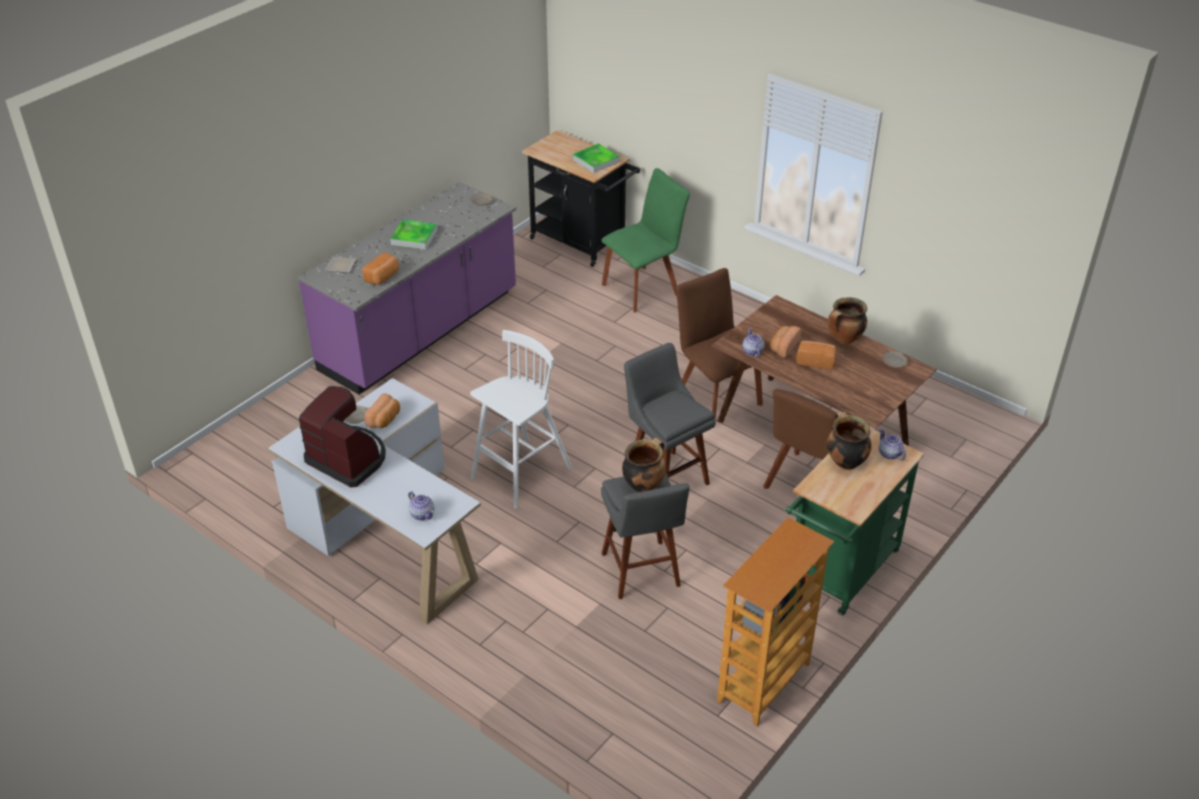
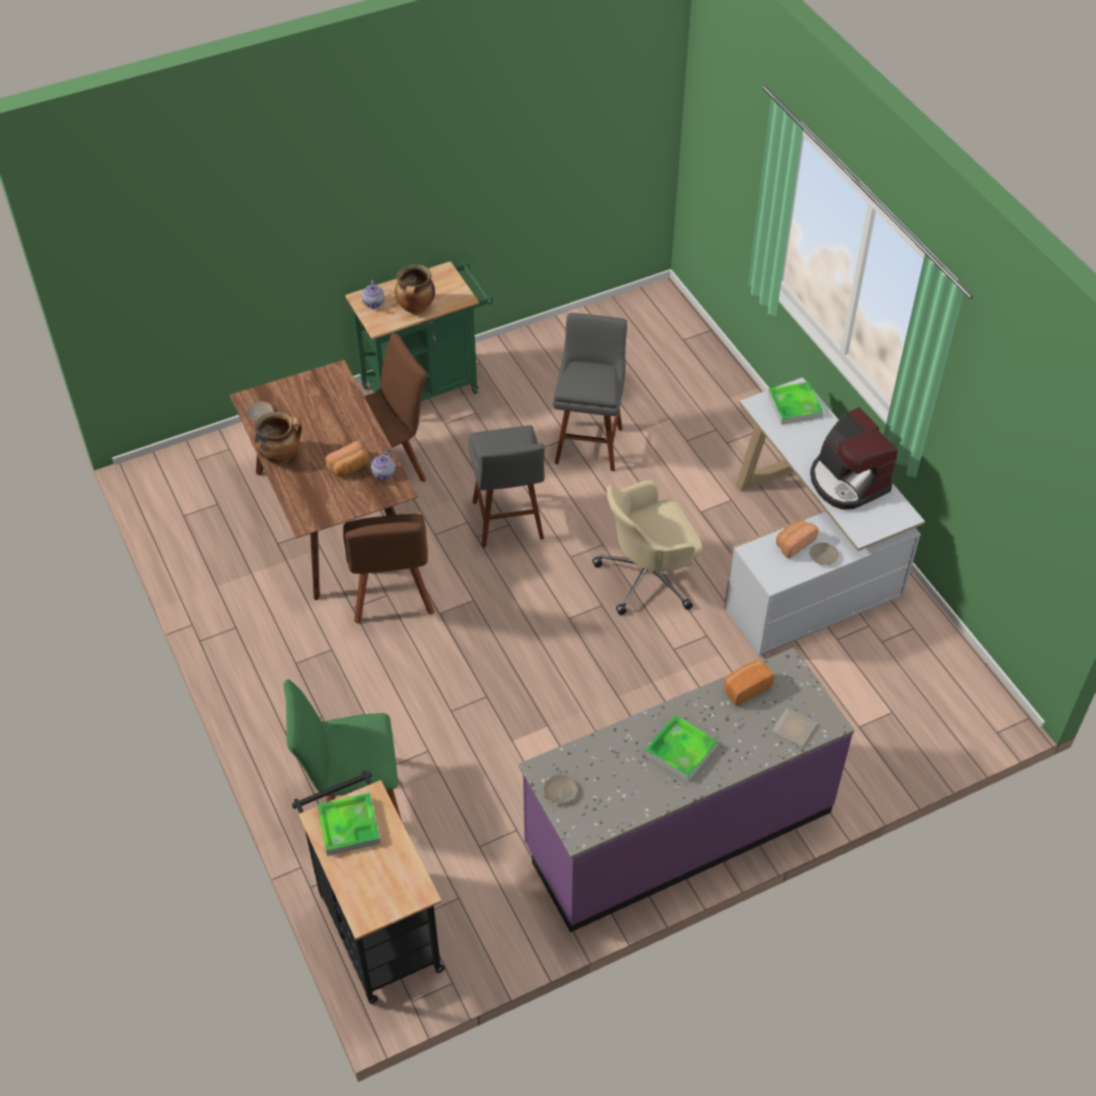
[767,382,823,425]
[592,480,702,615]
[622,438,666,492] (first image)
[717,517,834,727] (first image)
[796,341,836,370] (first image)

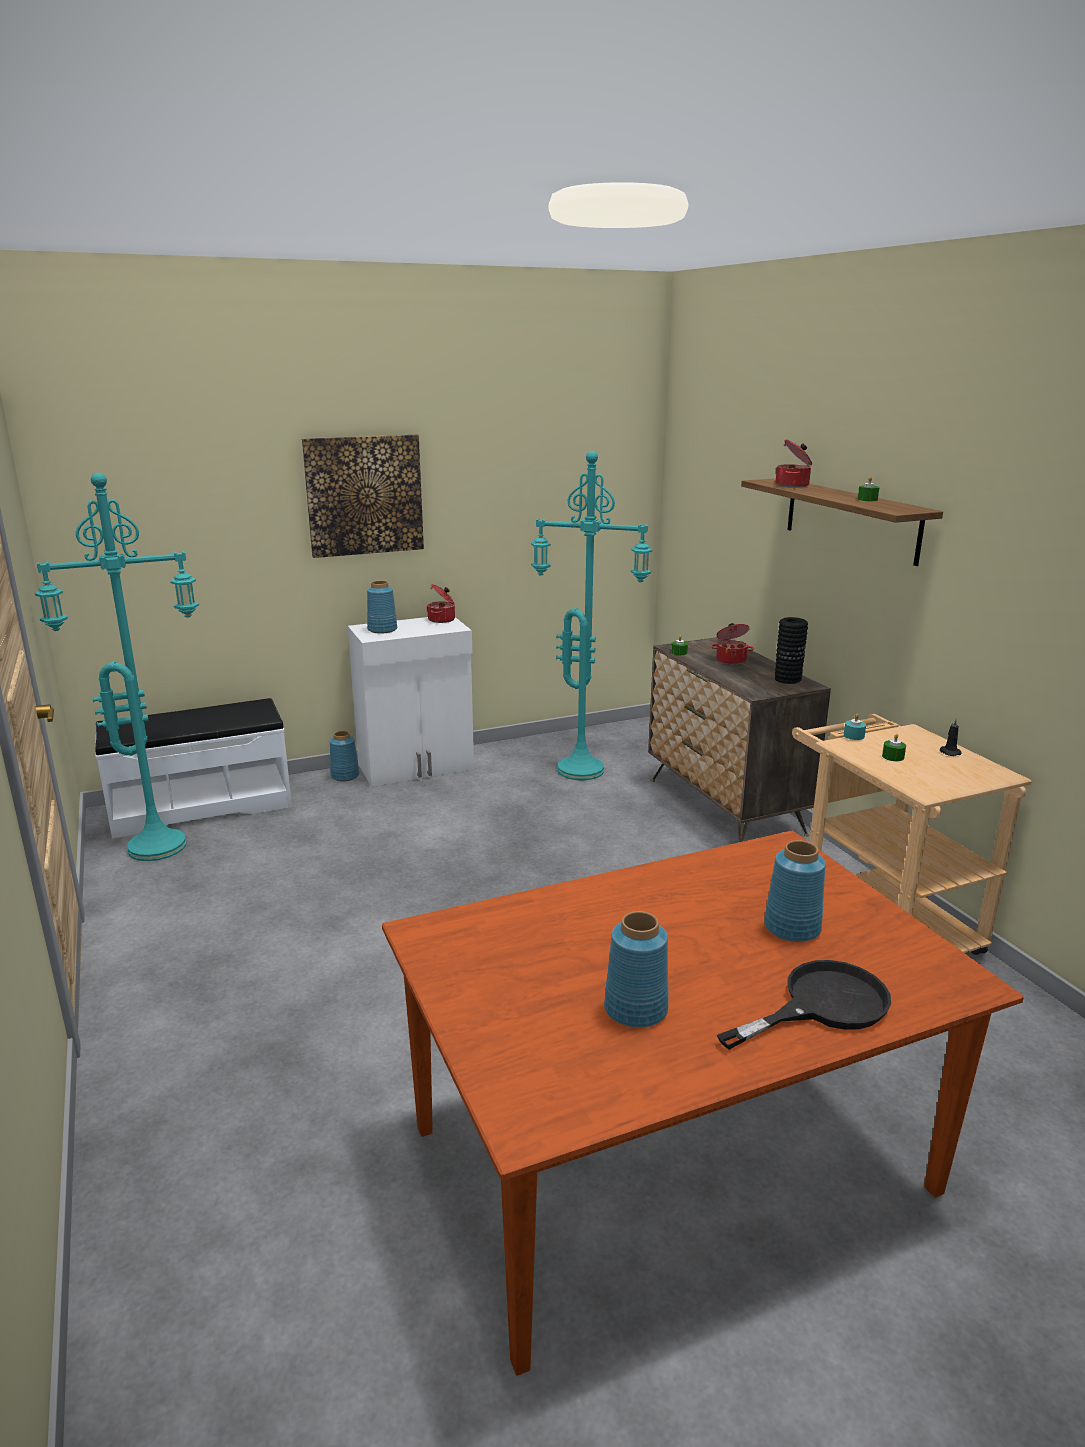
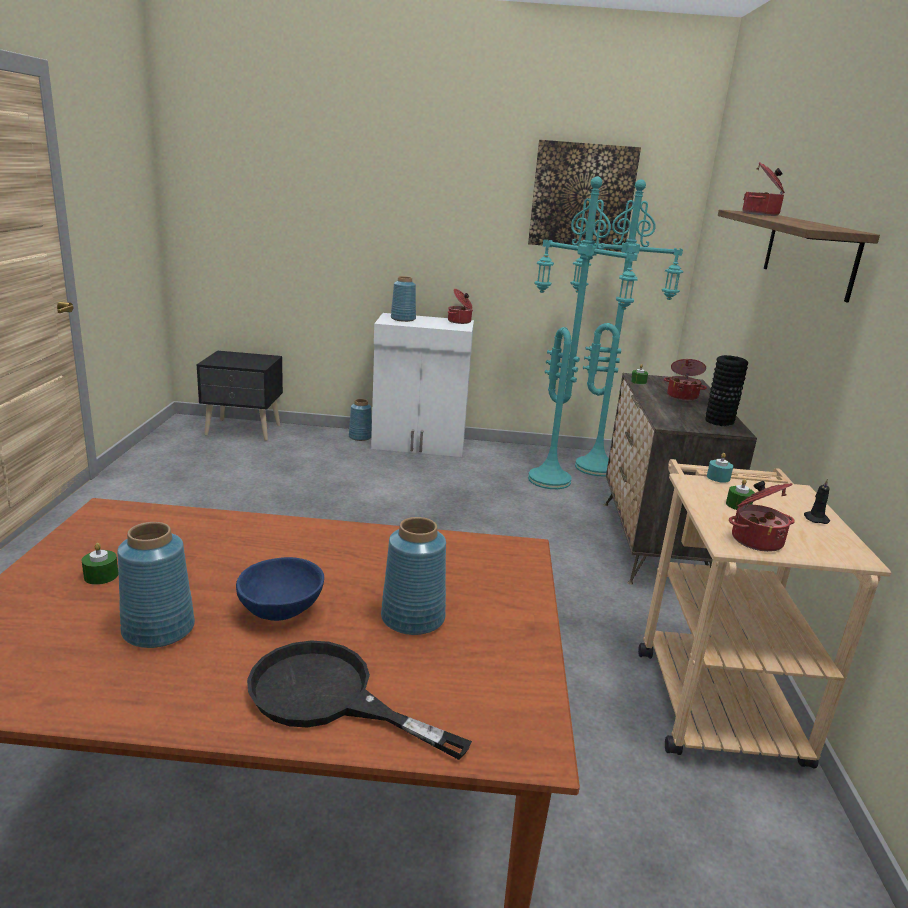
[570,179,683,476]
[197,351,283,441]
[528,140,641,252]
[247,641,472,760]
[82,543,118,585]
[236,557,324,621]
[729,481,795,552]

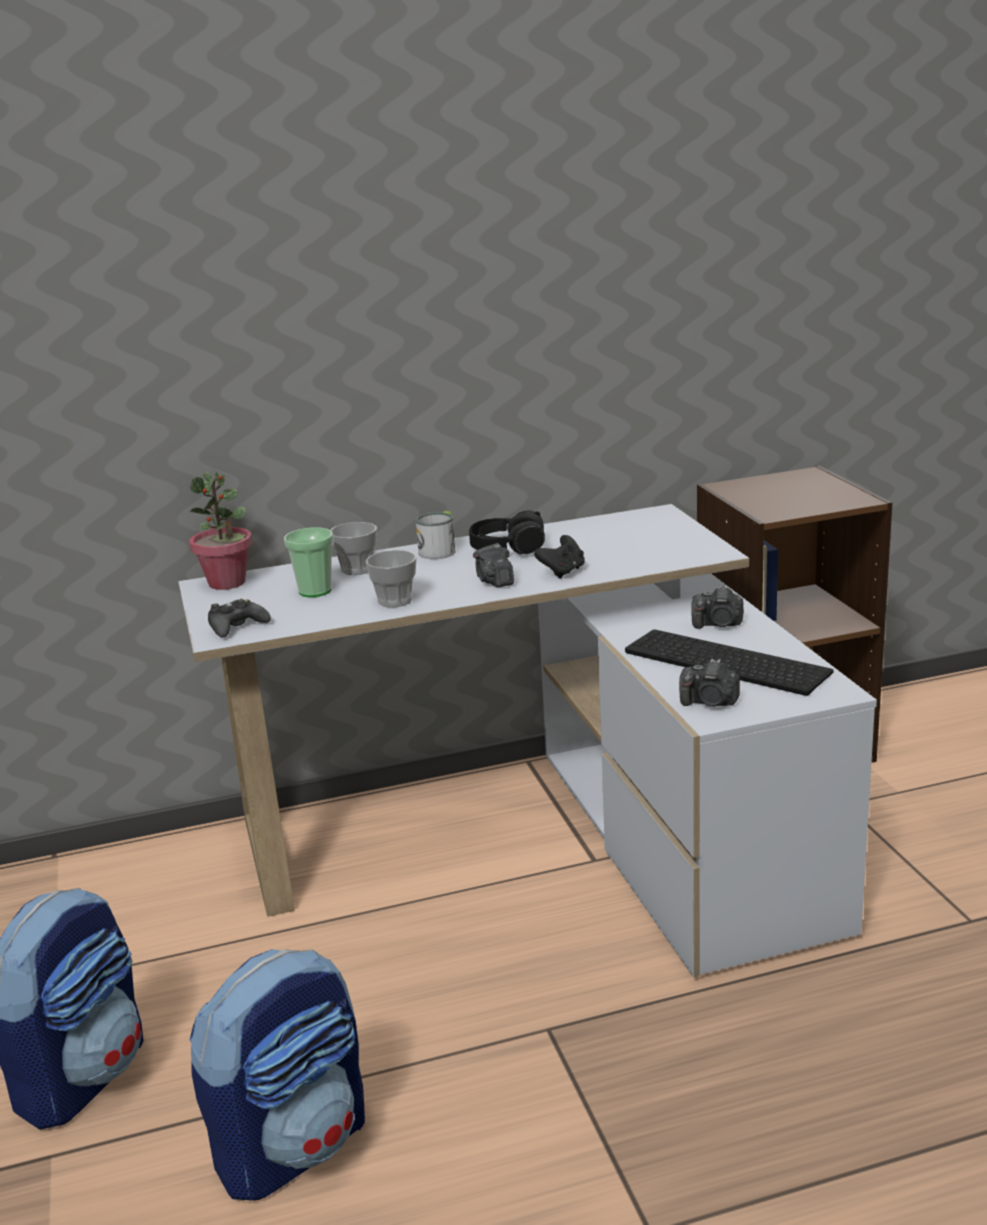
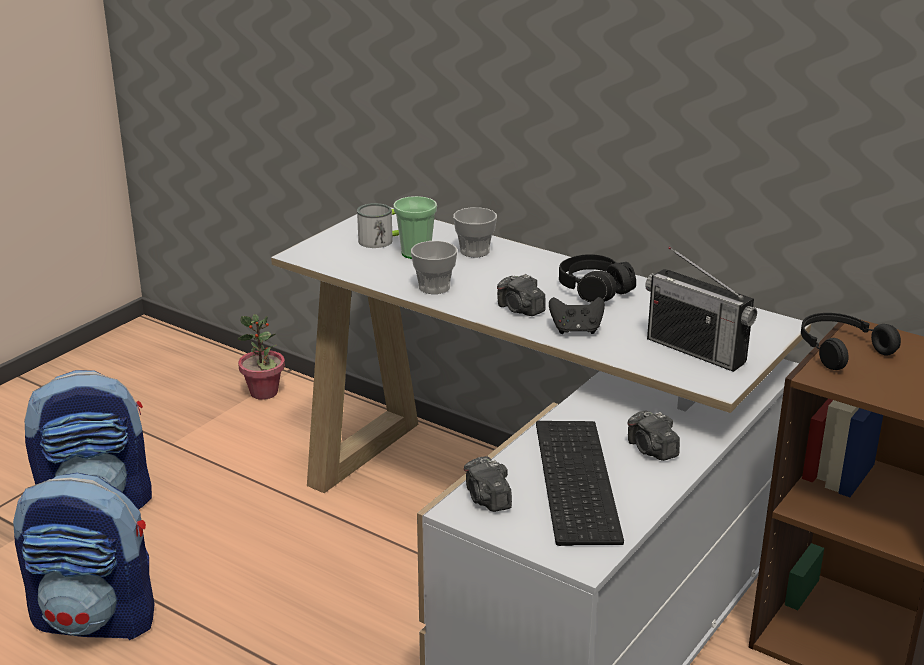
[238,314,285,400]
[208,599,271,638] (first image)
[357,203,399,248]
[497,274,546,316]
[645,247,757,372]
[801,313,901,370]

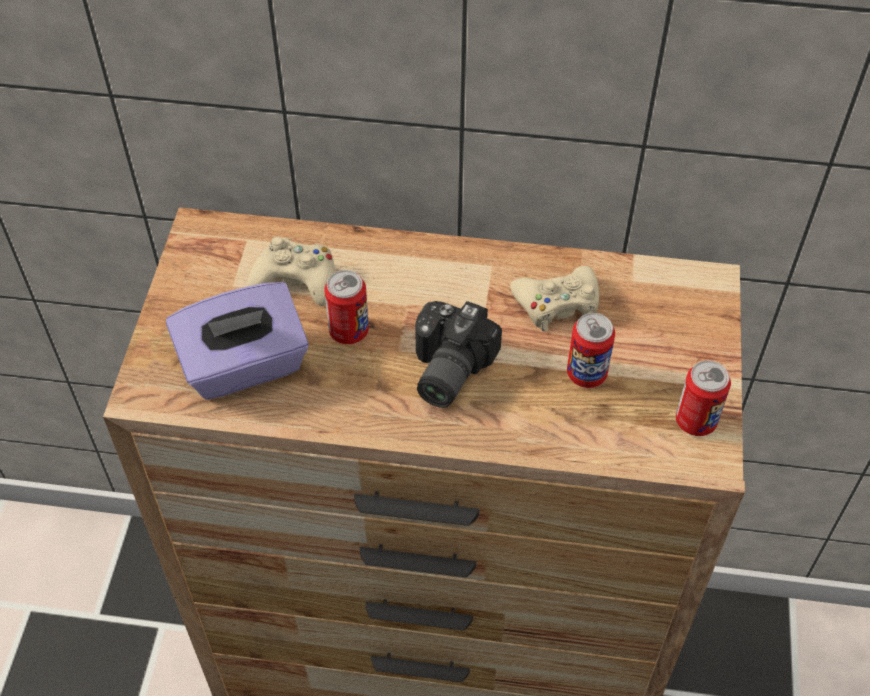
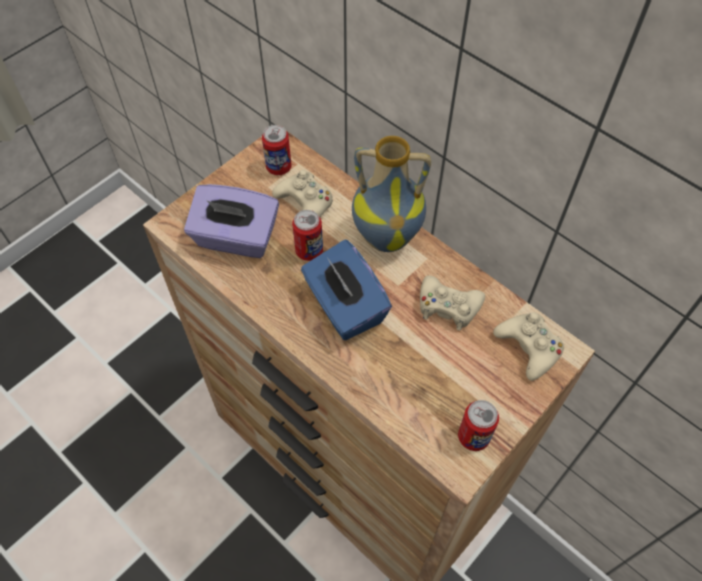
[301,239,392,340]
[262,125,291,175]
[352,136,431,252]
[493,312,564,381]

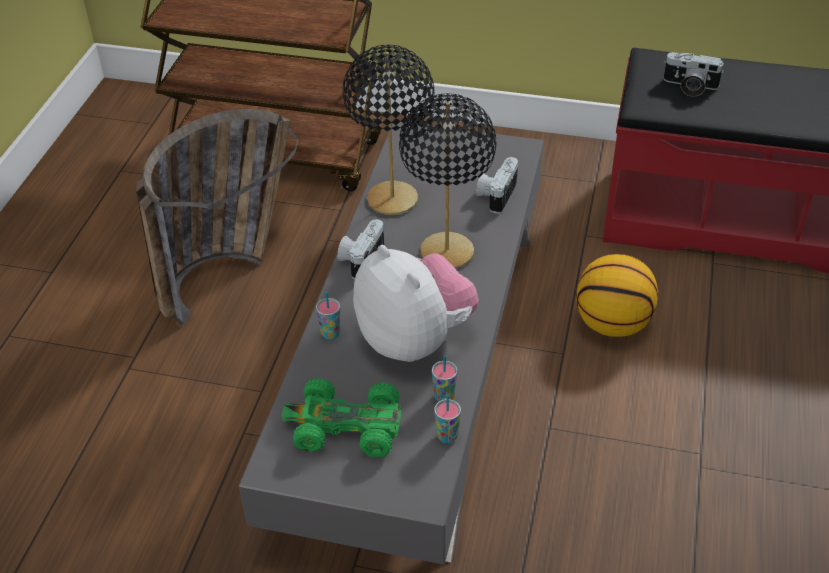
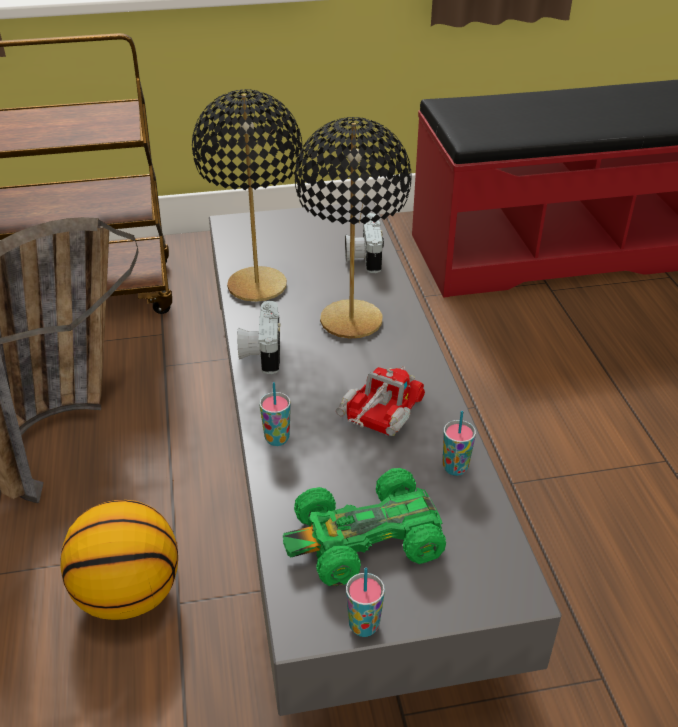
[336,366,425,436]
[346,567,385,637]
[61,500,178,620]
[663,52,724,97] (first image)

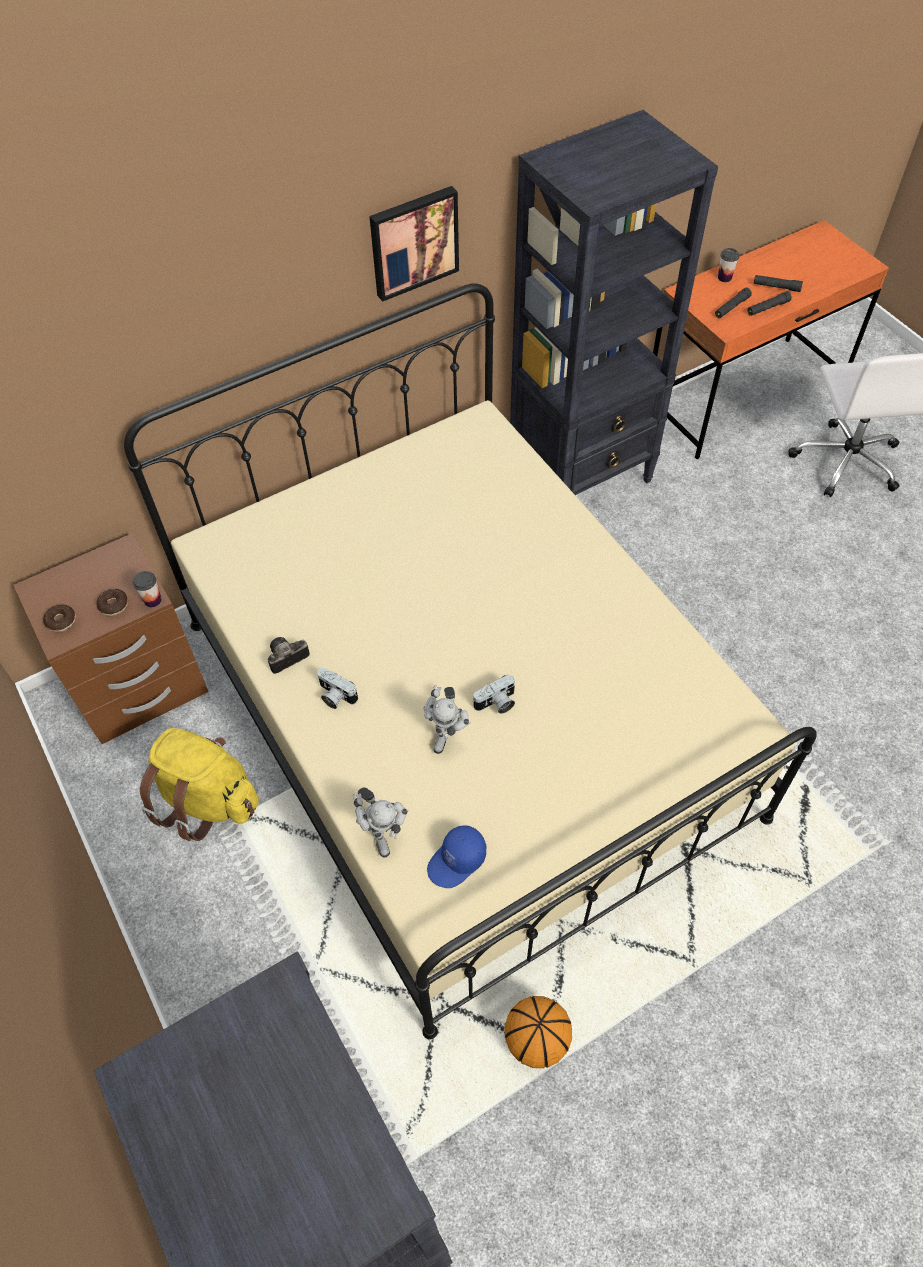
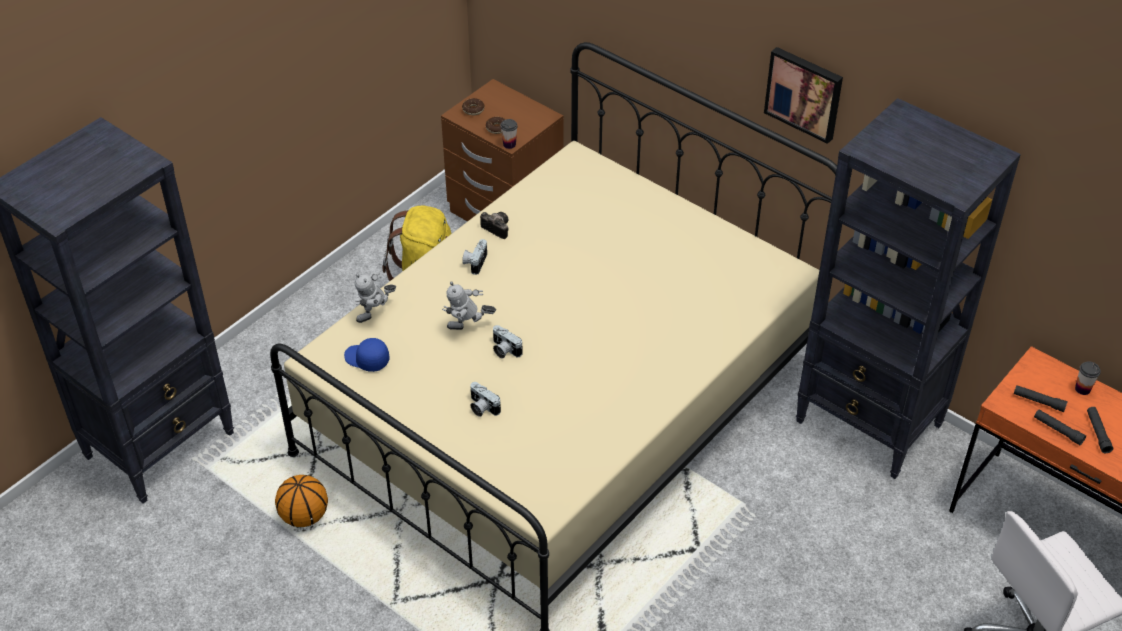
[470,382,501,417]

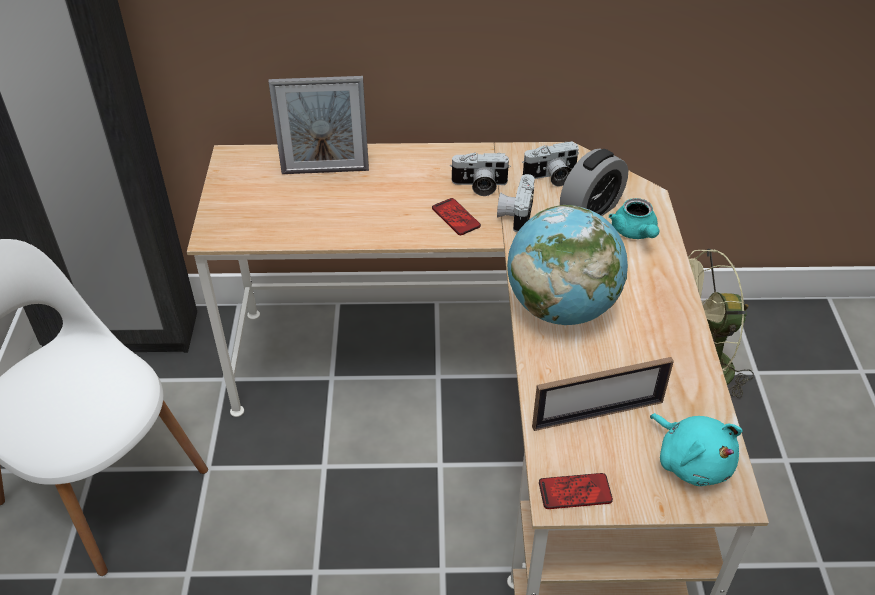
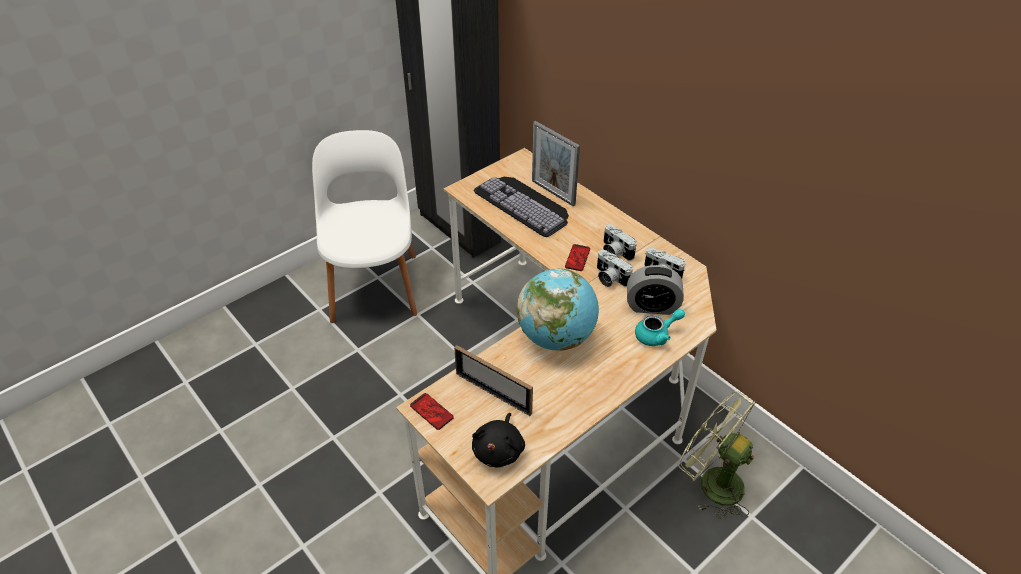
[597,250,633,287]
[635,309,685,346]
[472,413,525,467]
[474,177,569,237]

